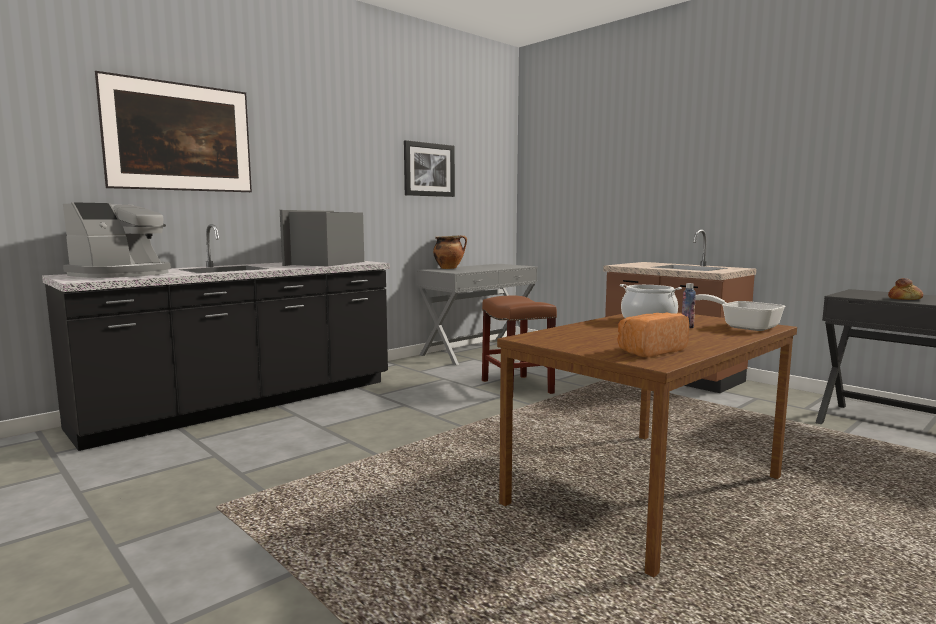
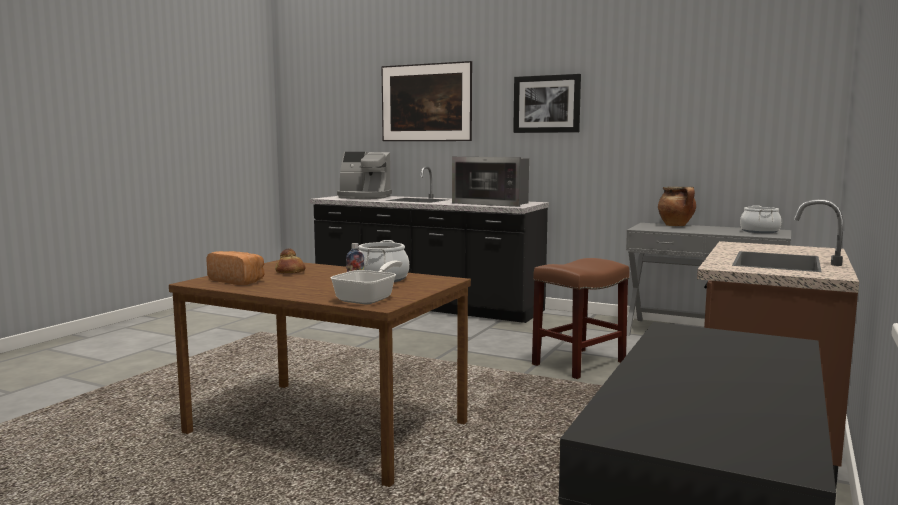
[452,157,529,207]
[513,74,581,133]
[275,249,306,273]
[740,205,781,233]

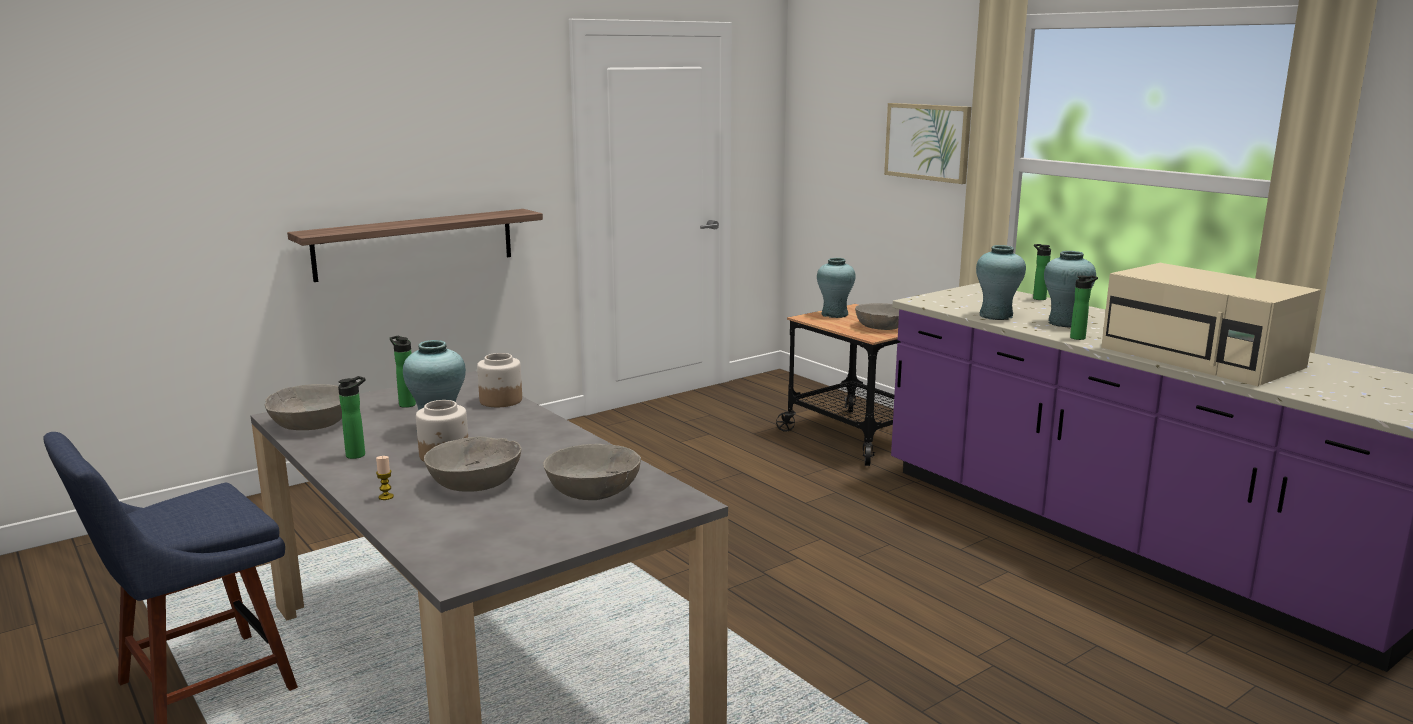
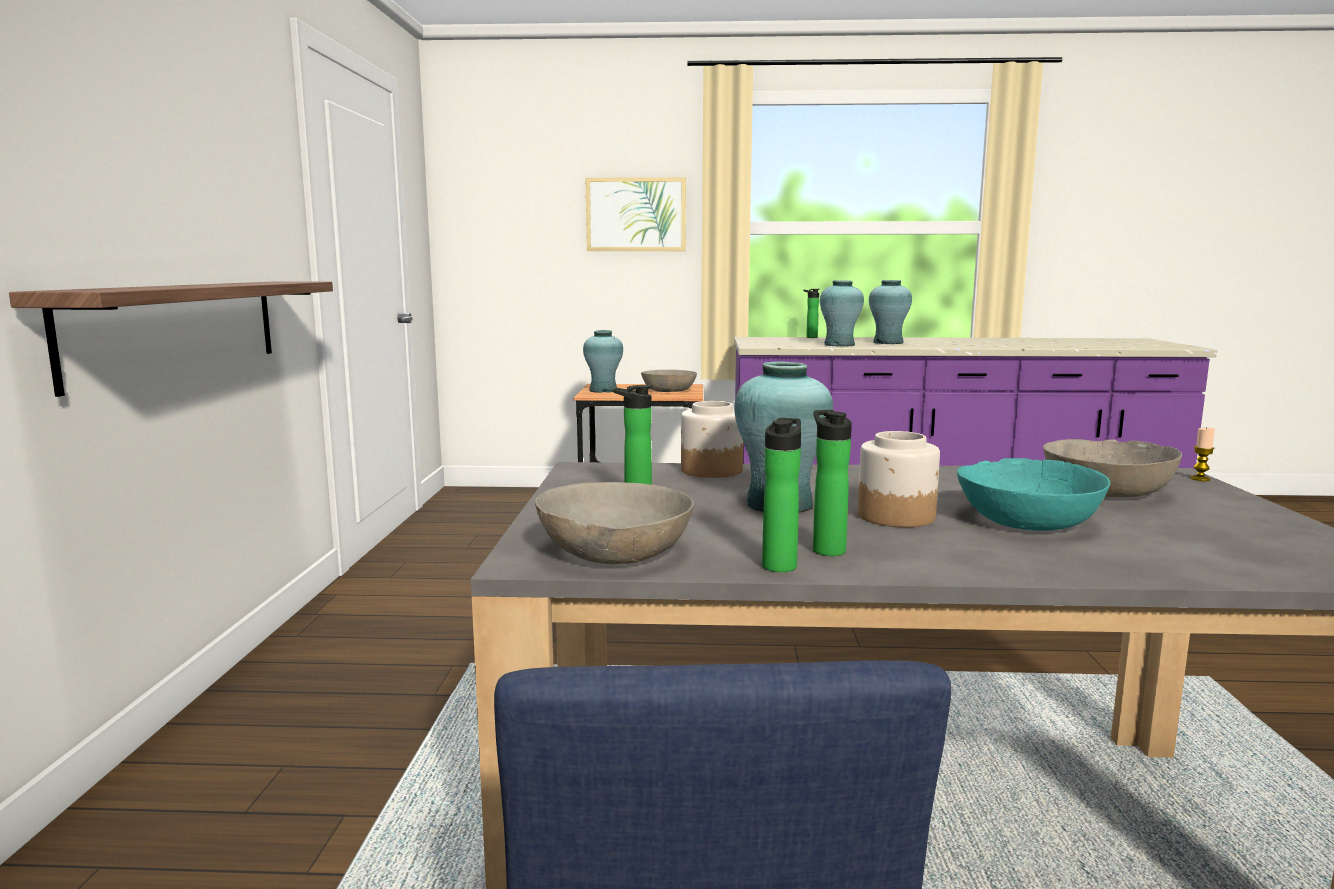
[1190,427,1215,481]
[957,458,1110,531]
[762,418,801,572]
[1101,263,1321,386] (first image)

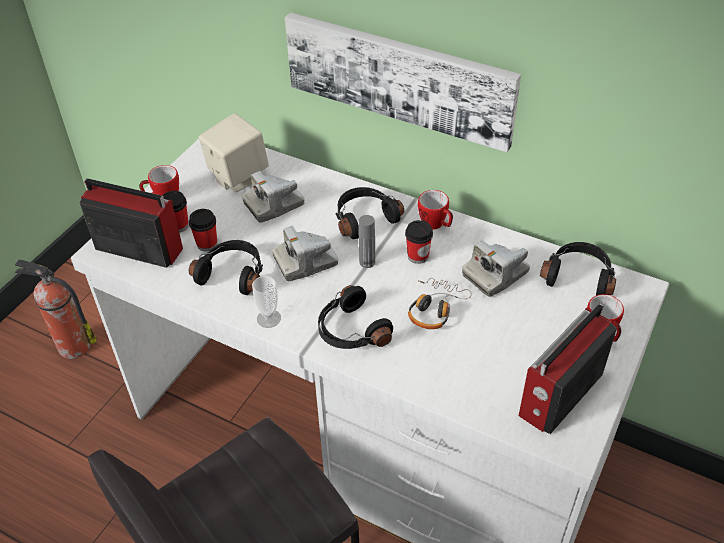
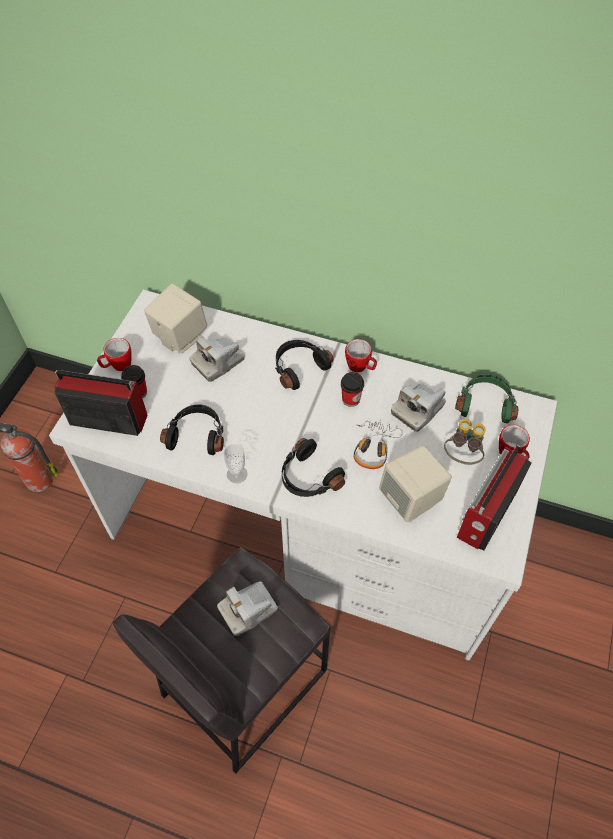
[189,209,217,252] (first image)
[217,581,278,636]
[285,12,521,152] (first image)
[359,215,375,268] (first image)
[455,374,518,423]
[379,445,452,522]
[444,419,486,465]

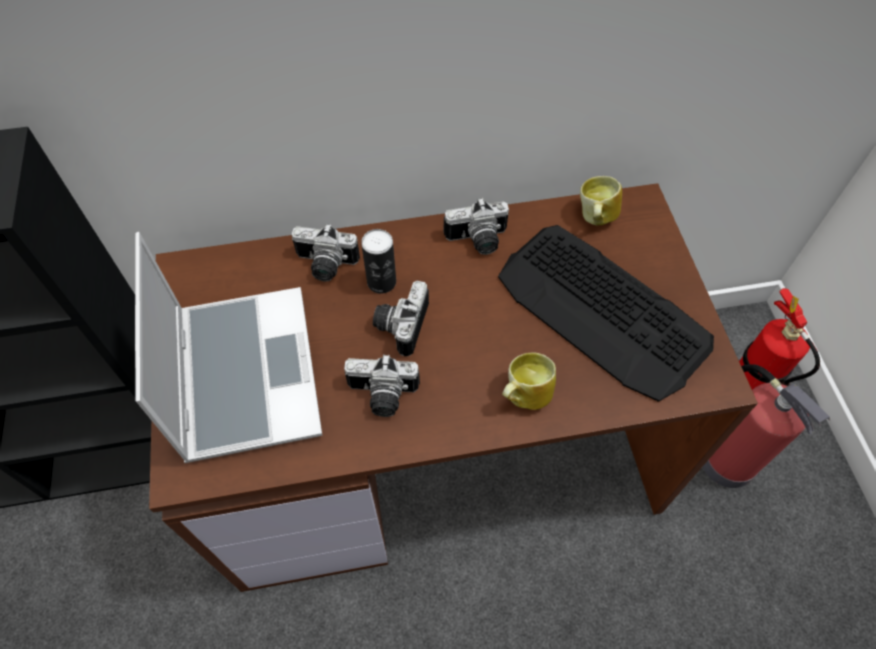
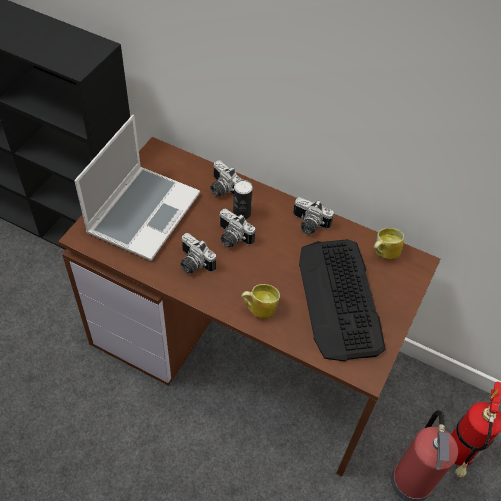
[220,209,255,248]

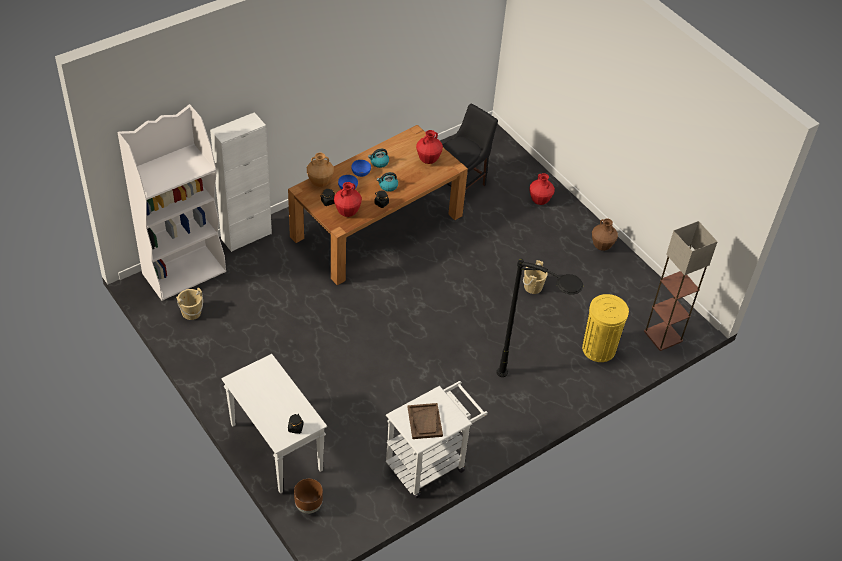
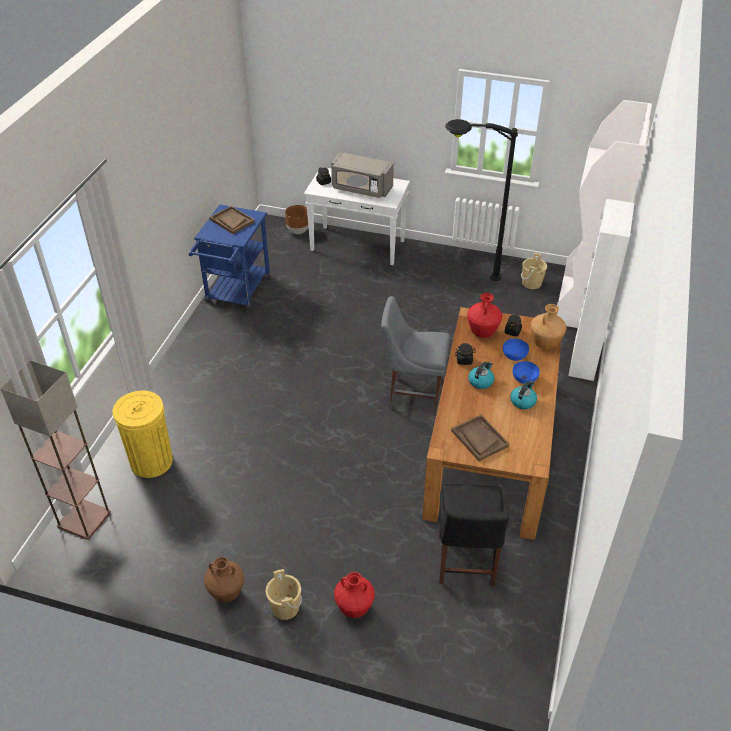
[189,205,271,310]
[451,415,509,461]
[445,119,518,281]
[266,569,302,620]
[331,152,394,198]
[381,296,450,415]

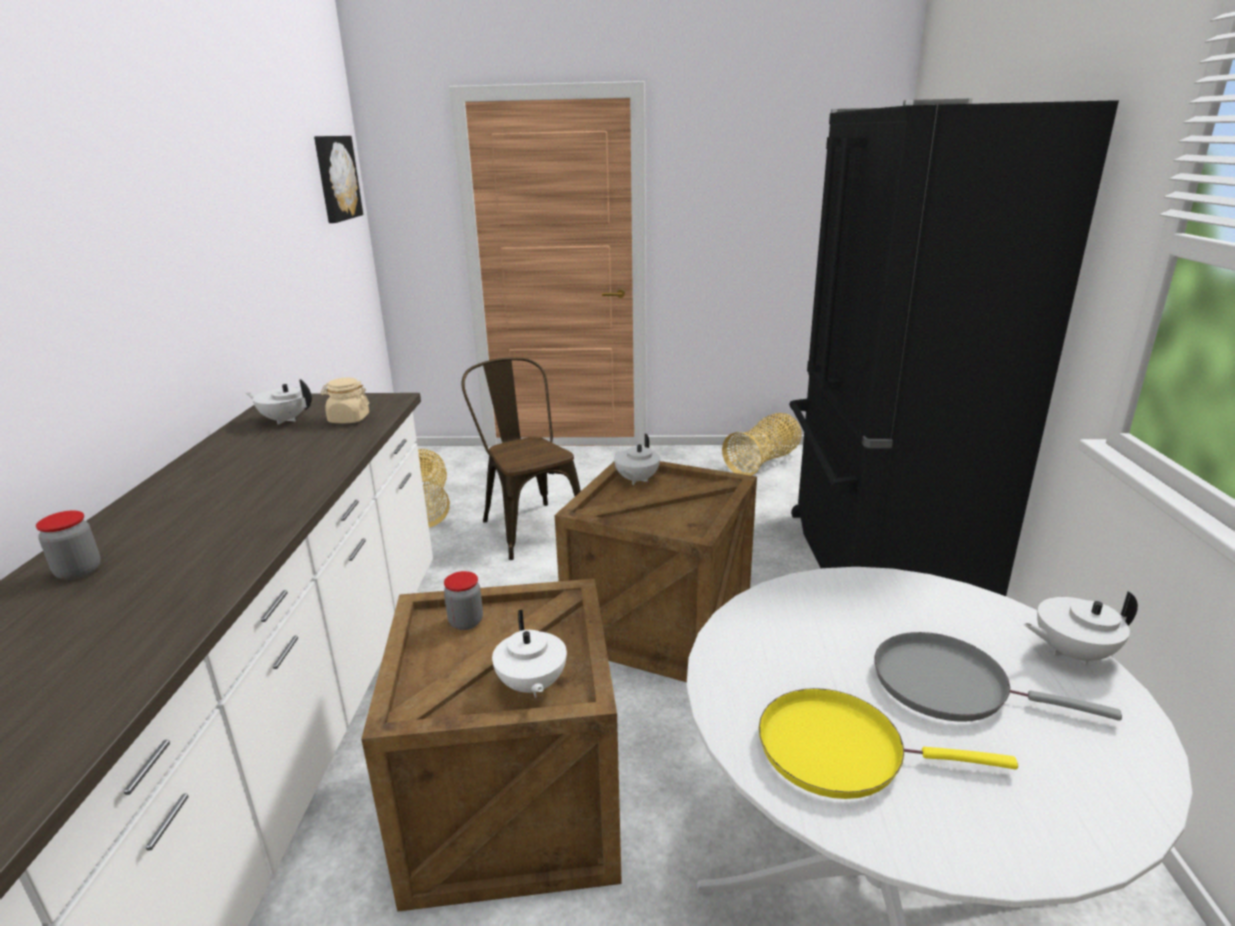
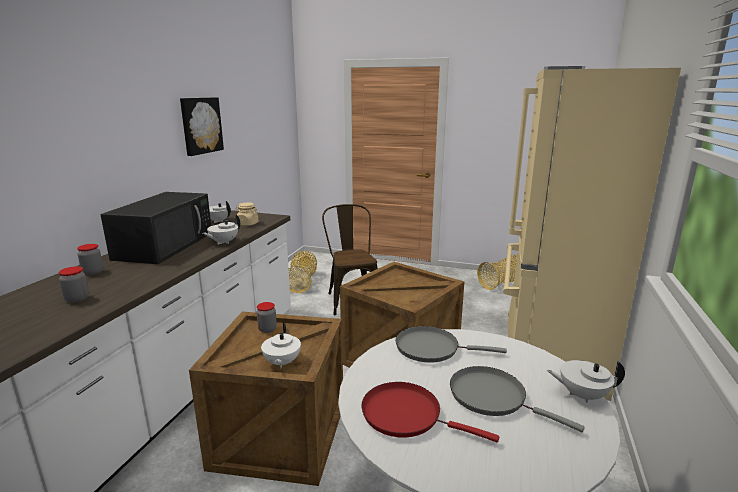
[180,97,224,156]
[202,214,240,245]
[361,382,499,442]
[503,66,681,401]
[58,266,89,303]
[100,192,211,264]
[396,326,507,363]

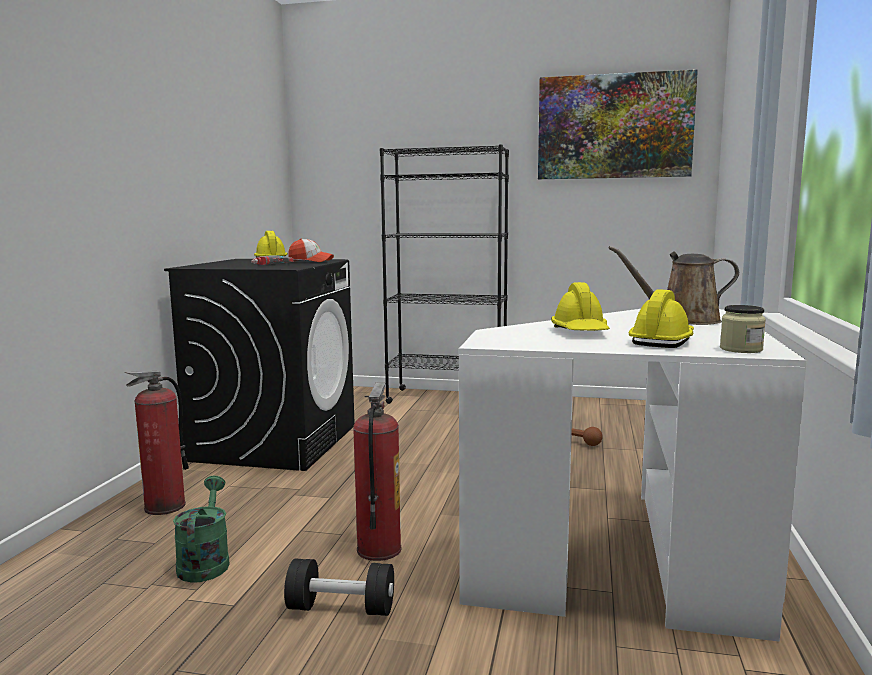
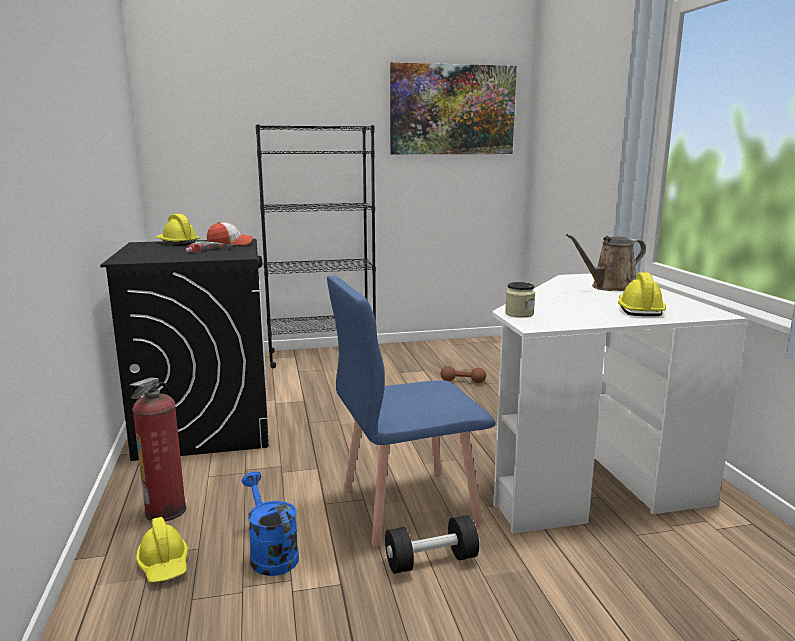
[242,471,299,576]
[327,276,495,547]
[136,517,188,583]
[505,282,535,318]

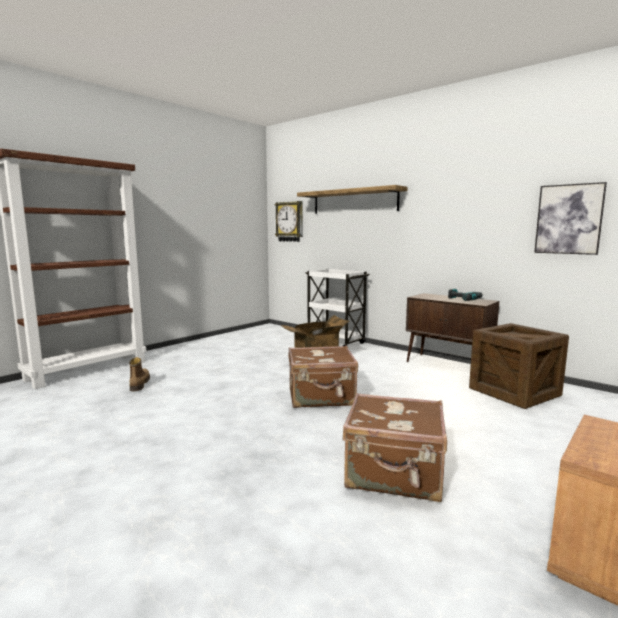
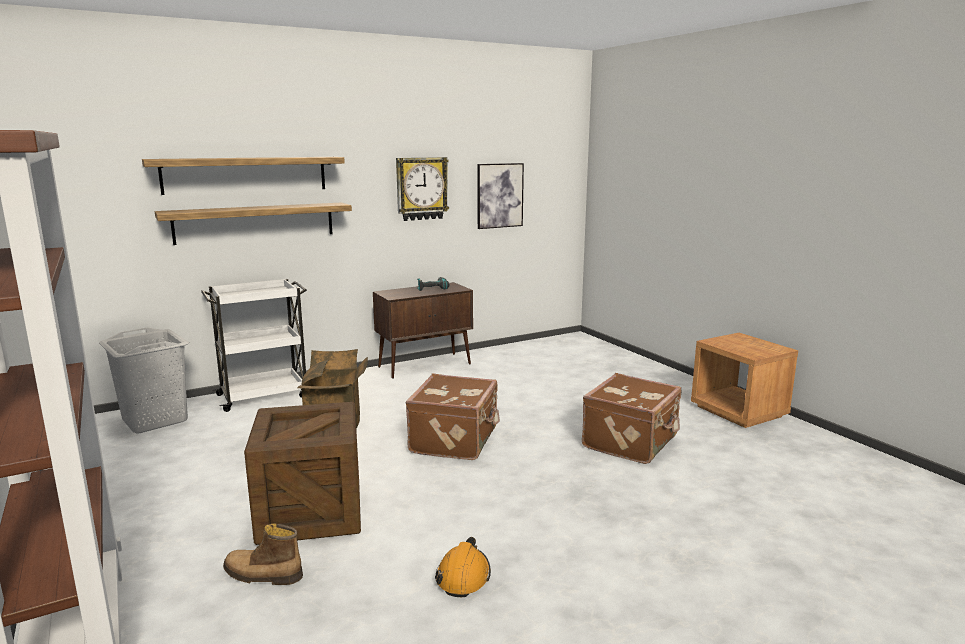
[396,157,449,221]
[244,402,361,545]
[99,328,189,434]
[155,202,352,245]
[435,537,491,597]

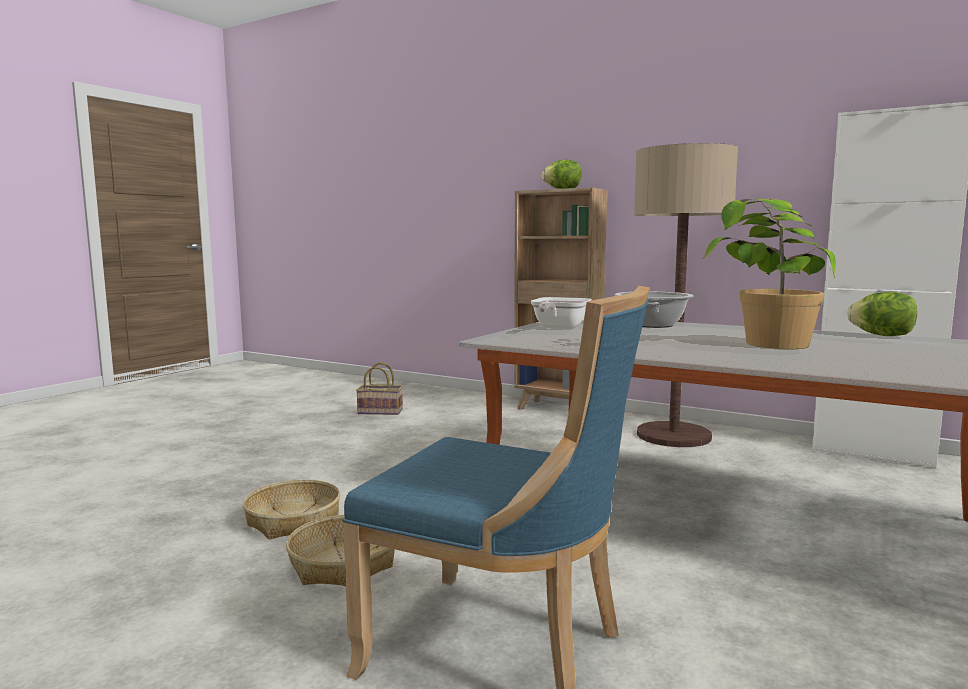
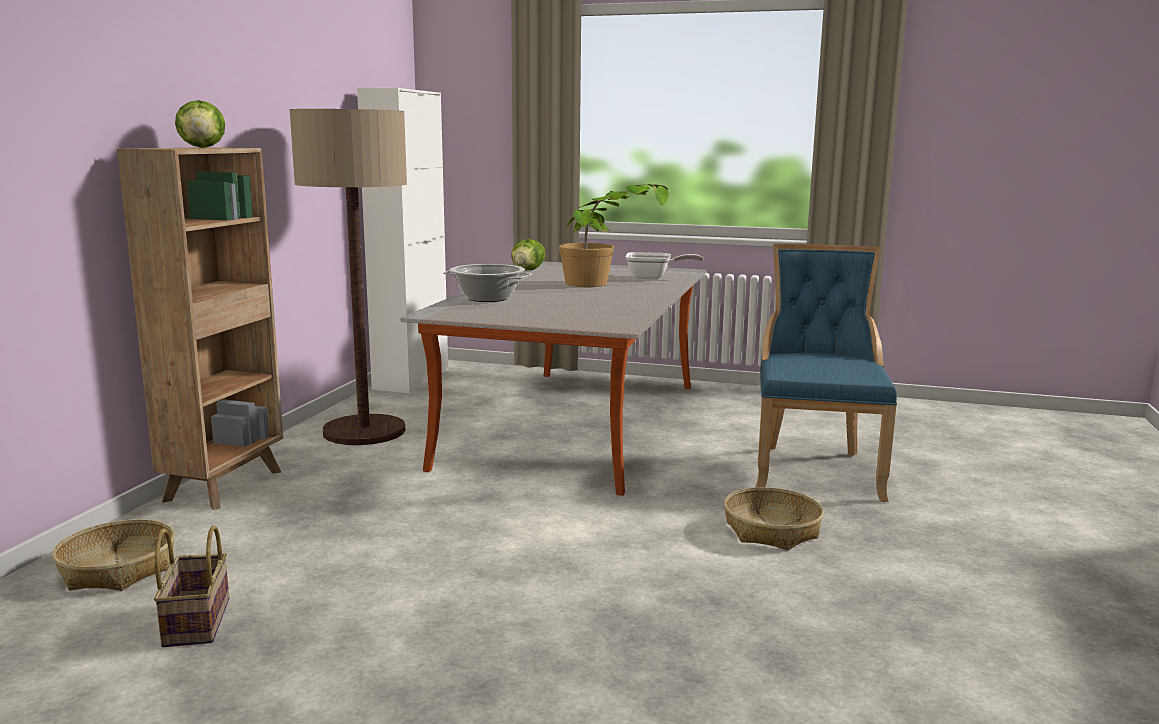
[52,519,175,591]
[625,252,704,279]

